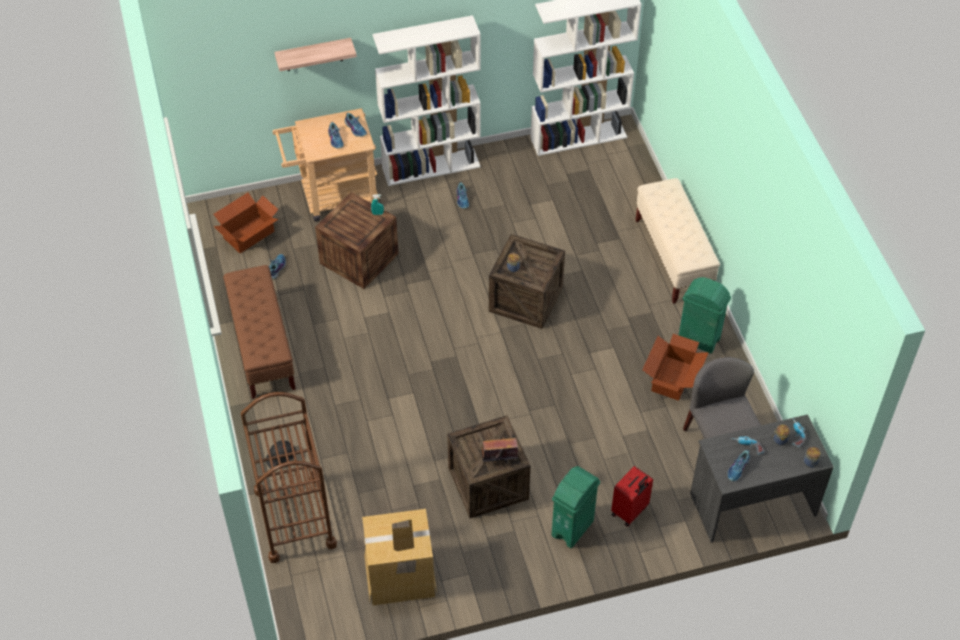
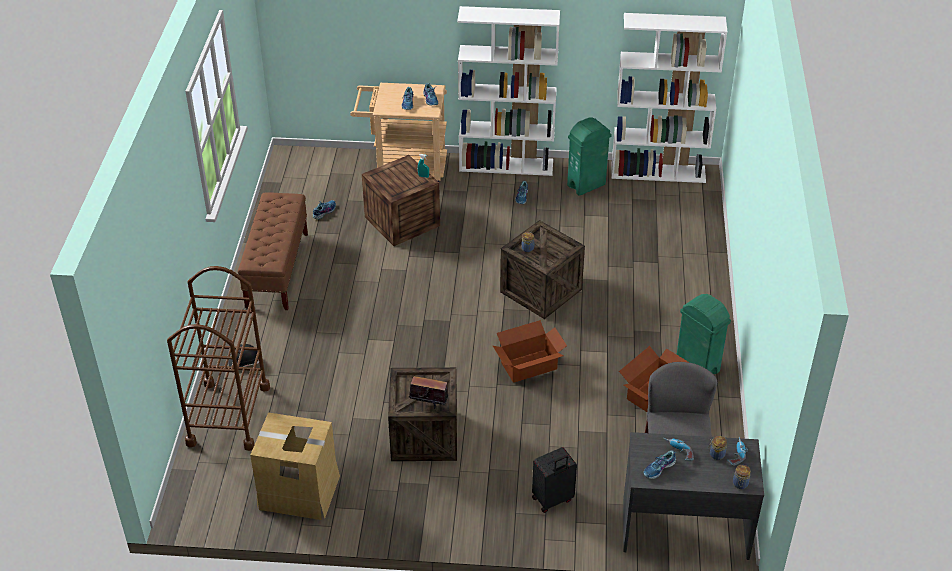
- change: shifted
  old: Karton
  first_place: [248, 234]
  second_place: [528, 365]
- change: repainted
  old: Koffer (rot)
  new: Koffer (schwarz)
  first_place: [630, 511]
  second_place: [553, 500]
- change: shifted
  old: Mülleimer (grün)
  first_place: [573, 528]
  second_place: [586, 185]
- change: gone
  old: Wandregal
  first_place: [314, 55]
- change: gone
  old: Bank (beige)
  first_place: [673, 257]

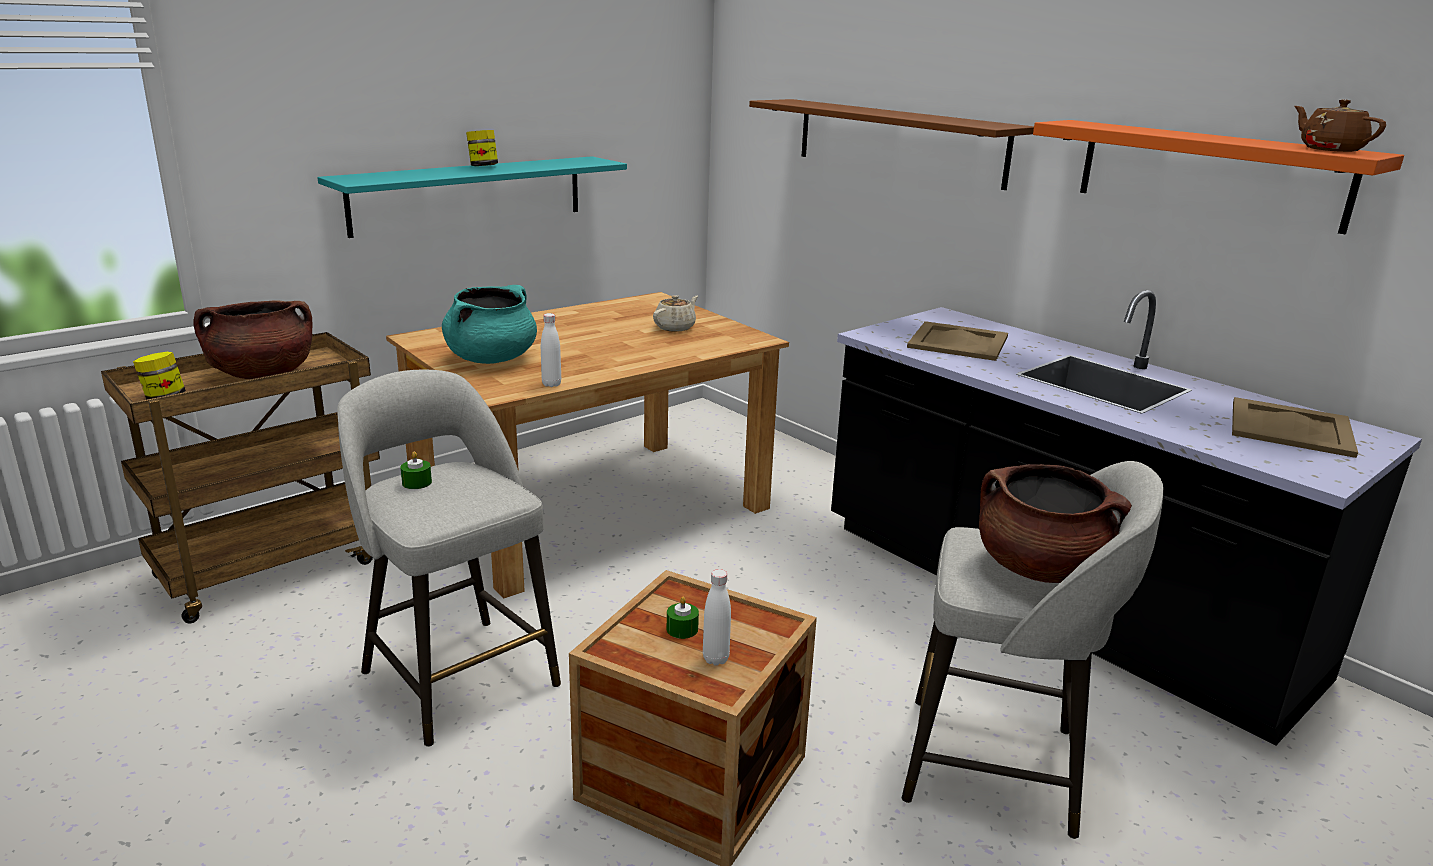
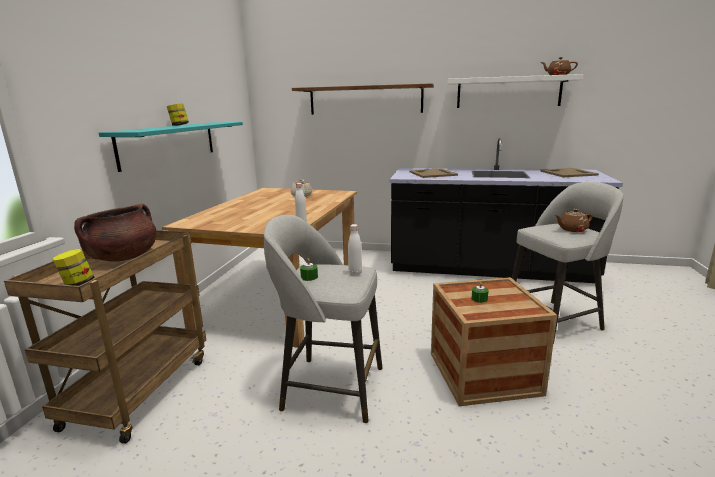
- change: shifted
  old: Flasche (weiß)
  first_place: [715, 659]
  second_place: [355, 273]
- change: repainted
  old: Wandregal (orange)
  new: Wandregal (weiß)
  first_place: [1209, 173]
  second_place: [508, 92]
- change: swapped
  old: Kochtopf (braun)
  new: Teekanne (braun)
  first_place: [1042, 569]
  second_place: [572, 229]
- change: gone
  old: Kochtopf (türkis)
  first_place: [491, 359]

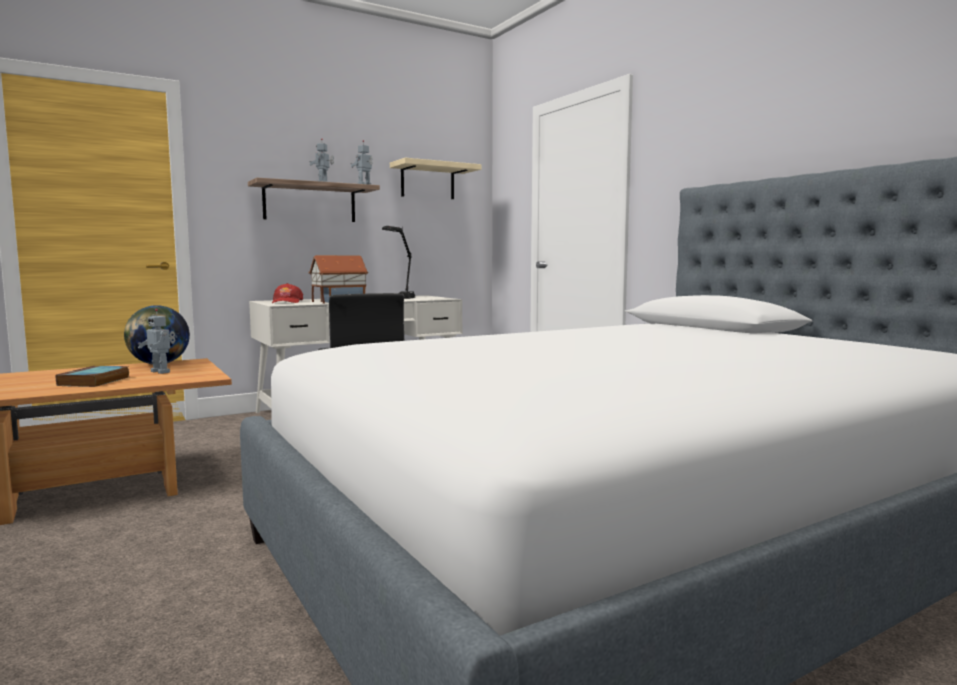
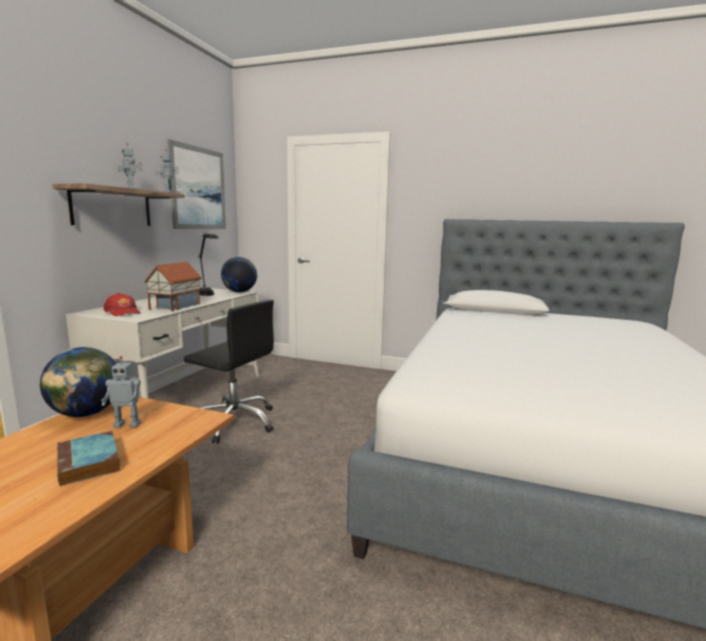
- change: swapped
  old: Wandregal (beige)
  new: Bild
  first_place: [427, 181]
  second_place: [198, 188]
- change: new
  new: Globus
  second_place: [239, 292]

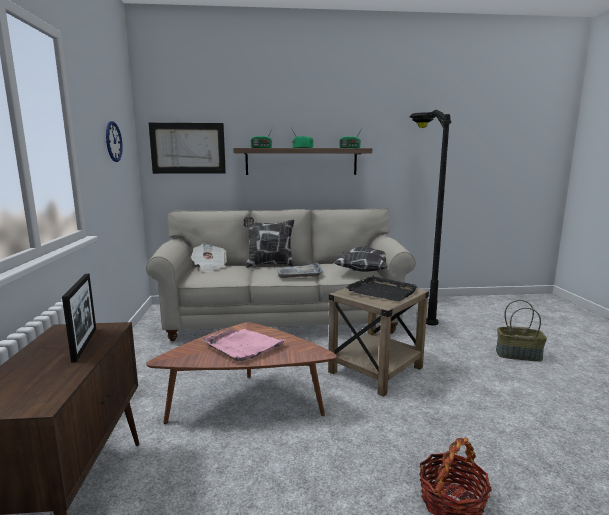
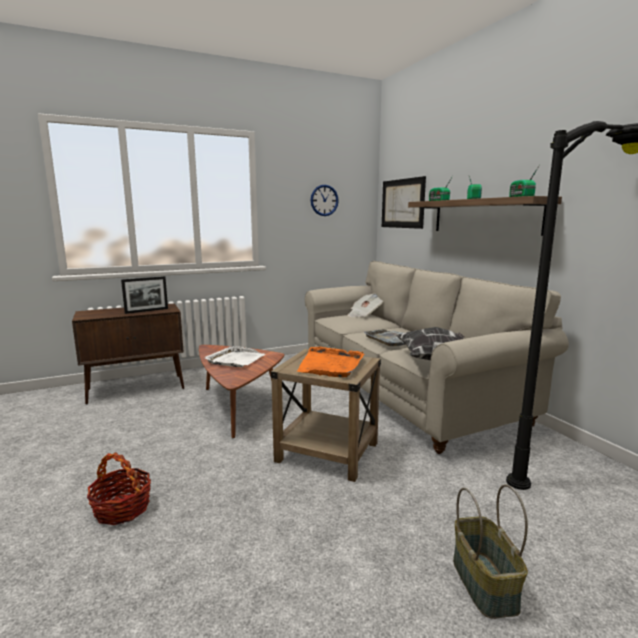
- change: repainted
  old: Tablett (rosa)
  new: Tablett (weiß)
  first_place: [243, 346]
  second_place: [235, 359]
- change: repainted
  old: Tablett (schwarz)
  new: Tablett (orange)
  first_place: [382, 291]
  second_place: [330, 365]
- change: gone
  old: Kissen
  first_place: [269, 265]

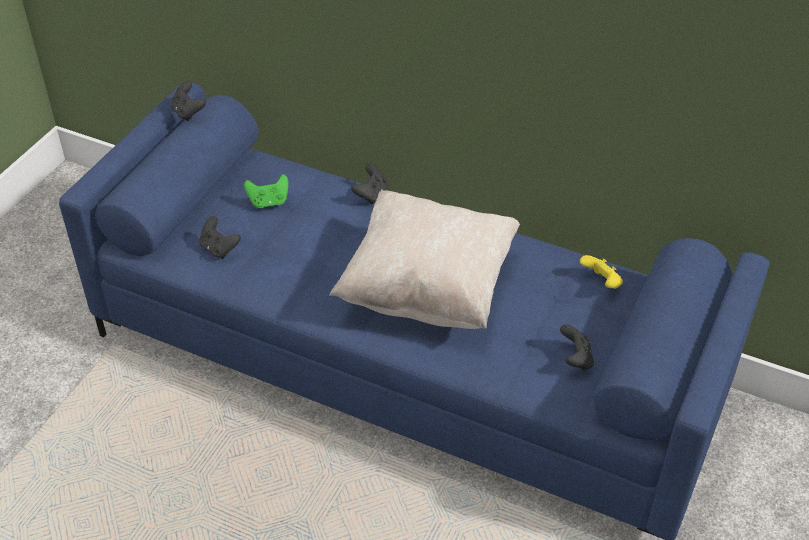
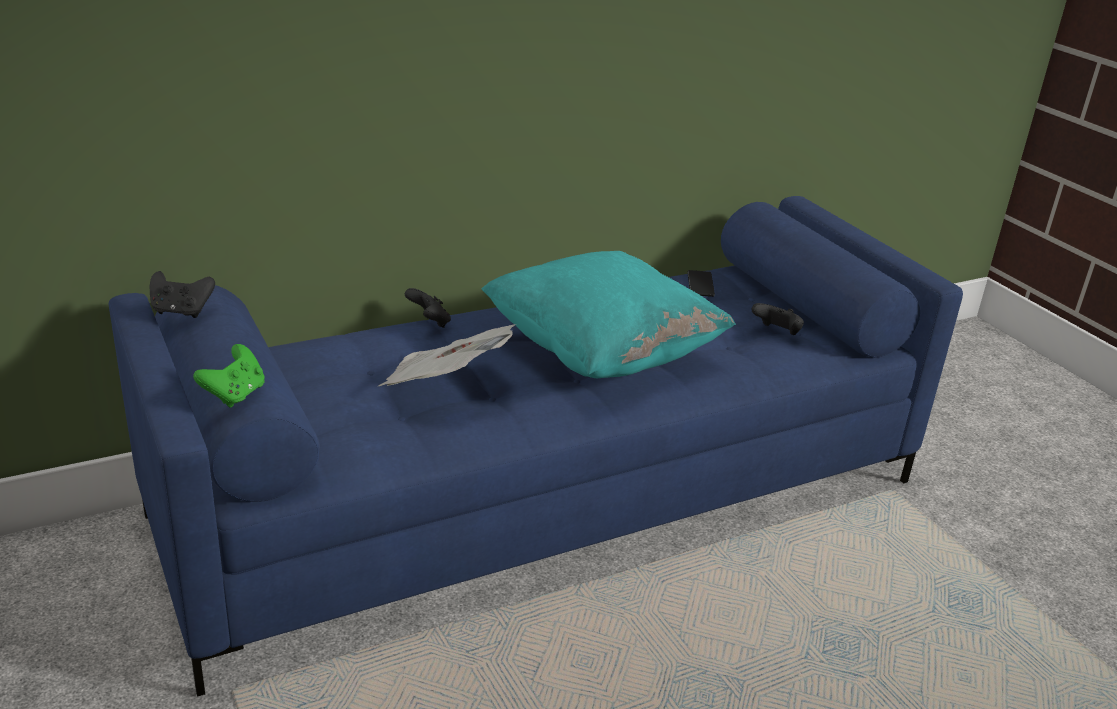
- change: shifted
  old: Gamepad (grün)
  first_place: [269, 202]
  second_place: [235, 395]
- change: new
  new: Zeitung
  second_place: [445, 386]
- change: repainted
  old: Kissen (beige)
  new: Kissen (türkis)
  first_place: [428, 289]
  second_place: [601, 354]
- change: swapped
  old: Gamepad (gelb)
  new: Handy
  first_place: [601, 283]
  second_place: [700, 284]
- change: gone
  old: Gamepad (schwarz)
  first_place: [219, 249]

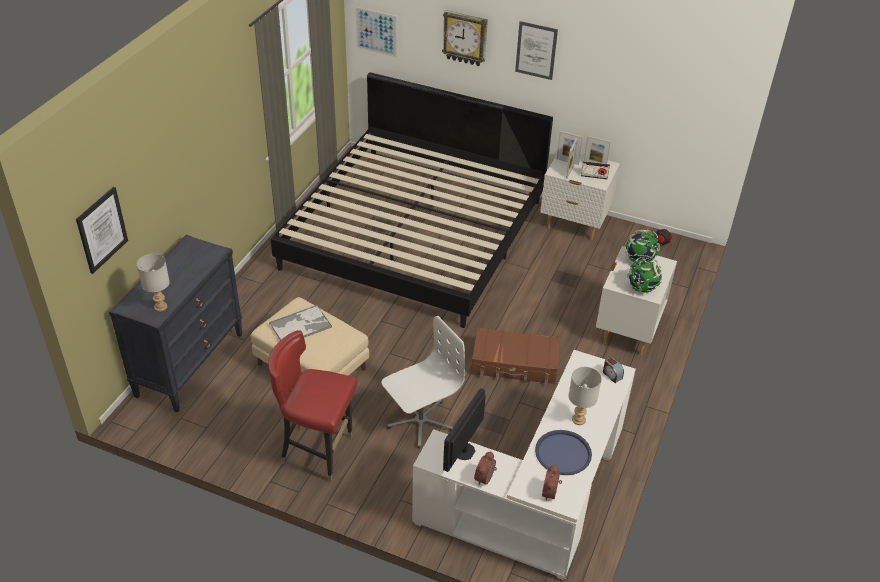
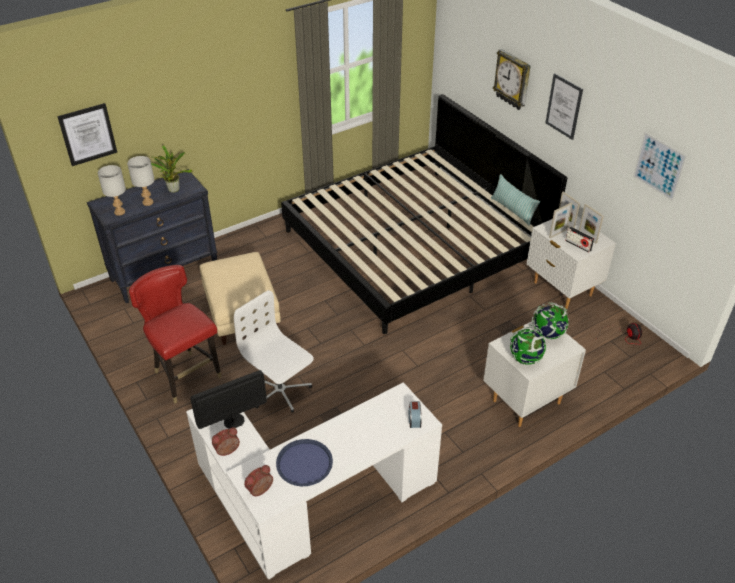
- change: shifted
  old: Tischlampe (grau)
  first_place: [578, 419]
  second_place: [148, 202]
- change: new
  new: Topfpflanze
  second_place: [174, 189]
- change: rotated
  old: Bürostuhl (weiß)
  first_place: [420, 421]
  second_place: [280, 391]
  degrees: -135
- change: new
  new: Kissen
  second_place: [512, 210]
- change: shifted
  old: Bild
  first_place: [376, 32]
  second_place: [659, 166]
- change: gone
  old: Tablett
  first_place: [301, 325]
- change: gone
  old: Koffer (braun)
  first_place: [515, 364]

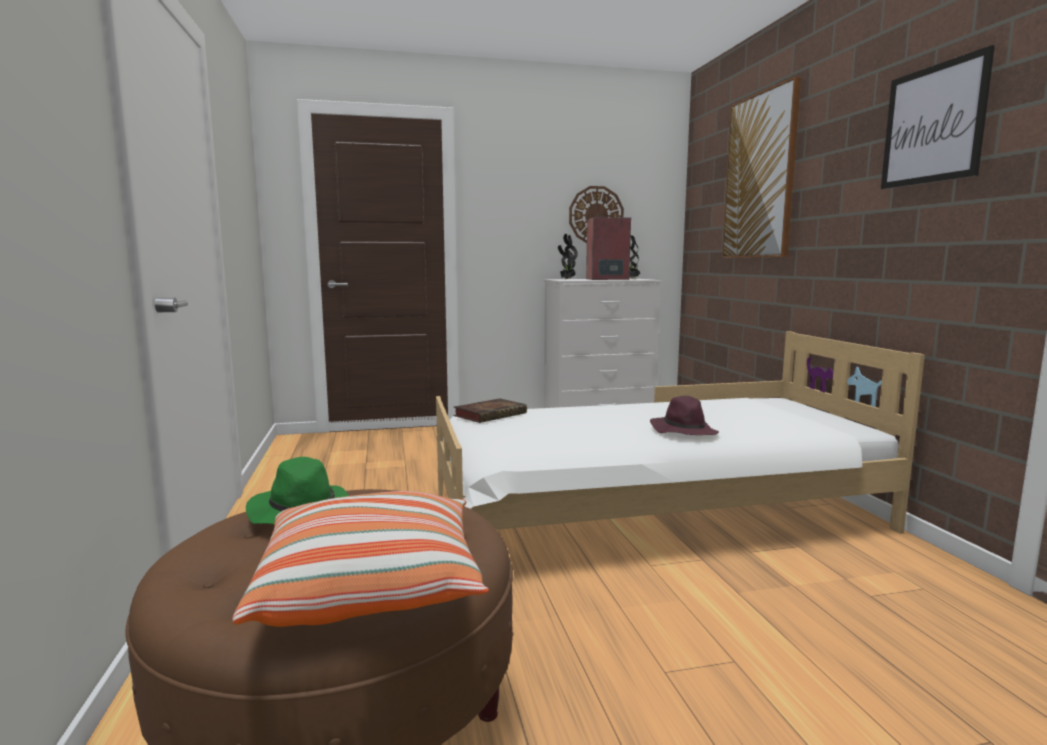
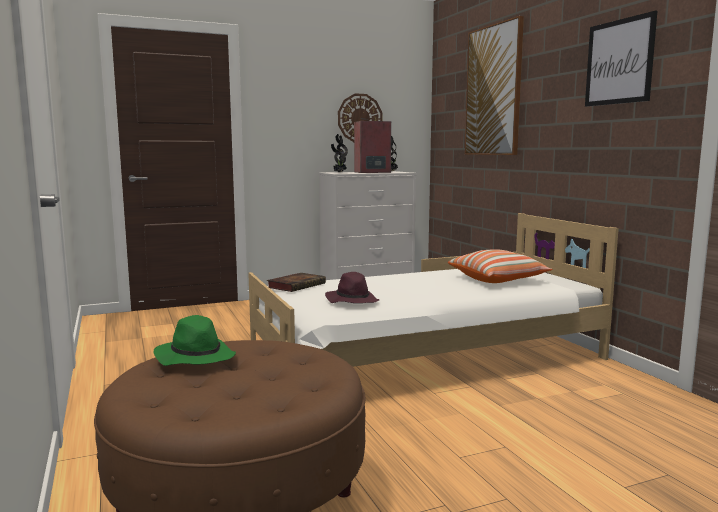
- change: shifted
  old: Hut (lila)
  first_place: [683, 431]
  second_place: [352, 301]
- change: shifted
  old: Kissen
  first_place: [372, 587]
  second_place: [498, 279]

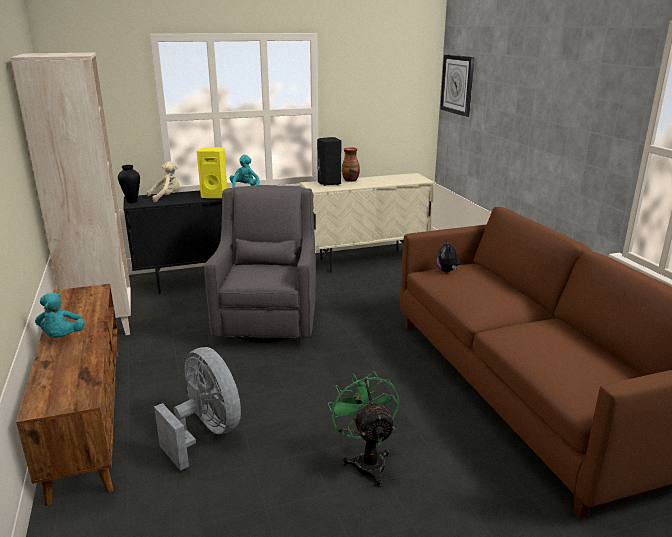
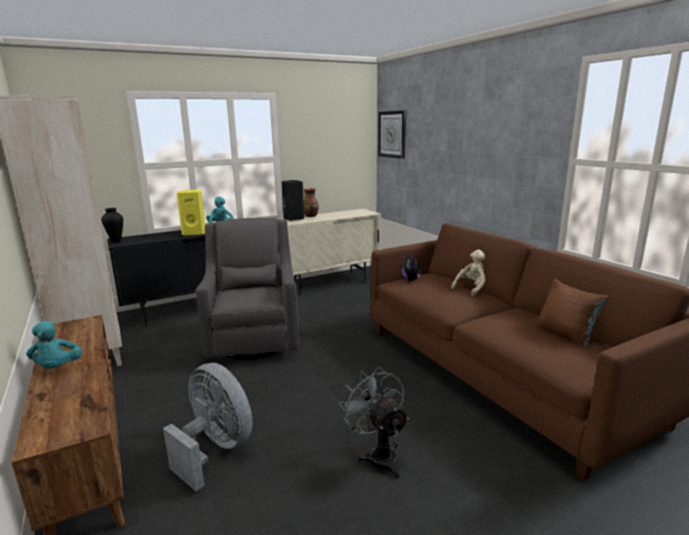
- change: repainted
  old: Ventilator (grün)
  new: Ventilator (grau)
  first_place: [367, 461]
  second_place: [378, 455]
- change: shifted
  old: Plüschtier (beige)
  first_place: [166, 197]
  second_place: [471, 288]
- change: new
  new: Kissen (braun)
  second_place: [566, 333]

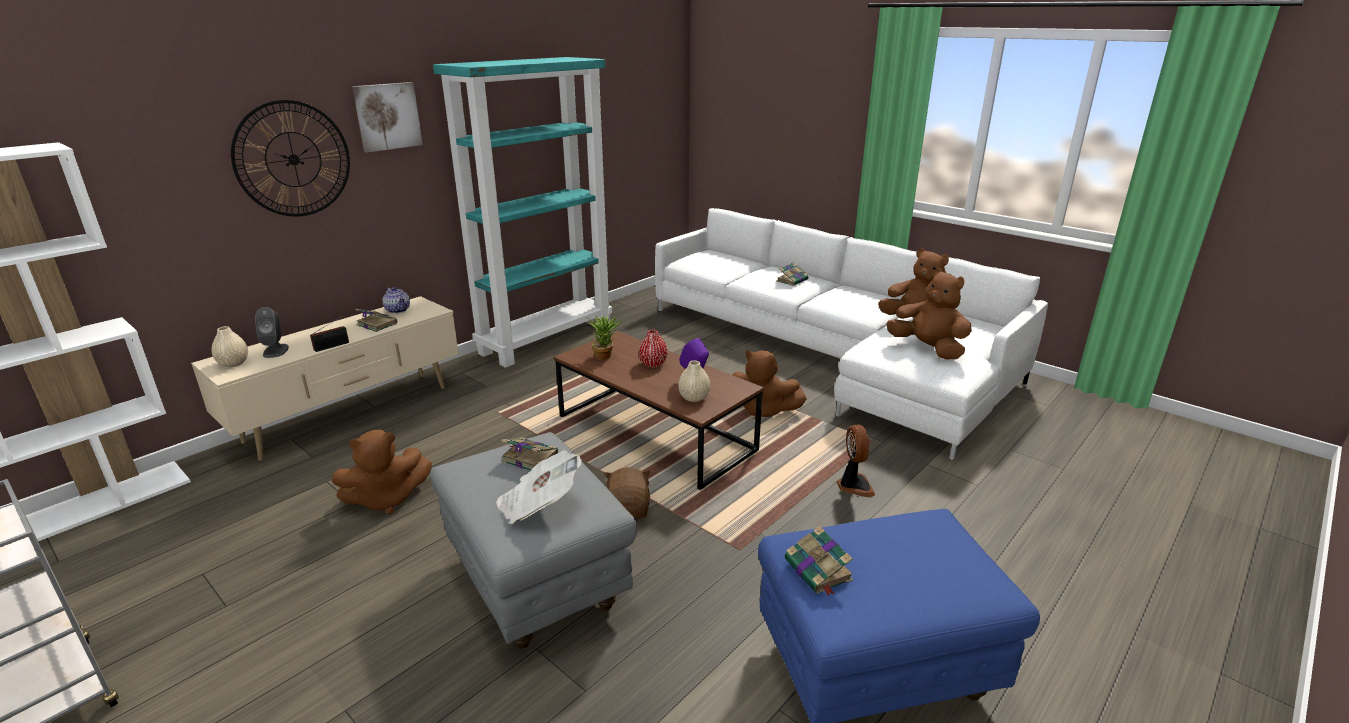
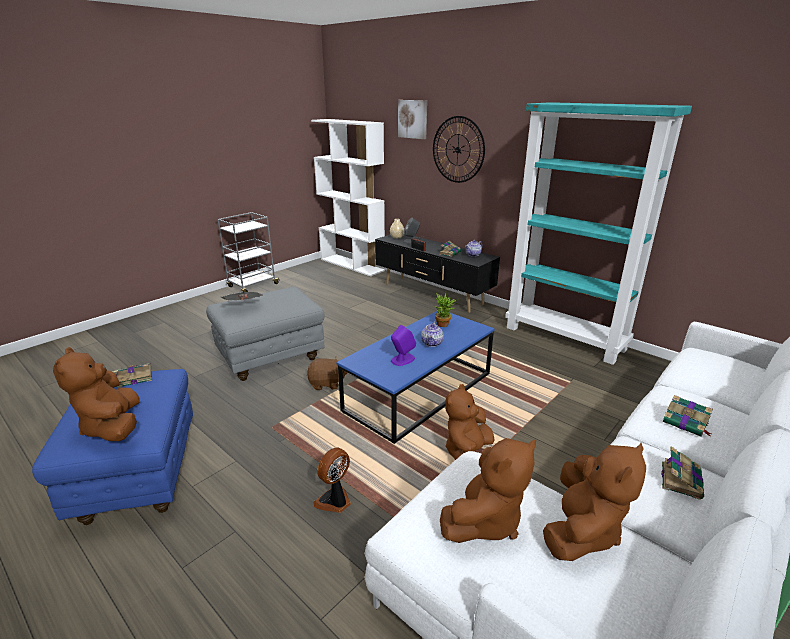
- change: shifted
  old: Plüschtier (braun)
  first_place: [386, 499]
  second_place: [113, 427]
- change: rotated
  old: Ventilator
  first_place: [854, 486]
  second_place: [335, 501]
  degrees: 135
- change: repainted
  old: Couchtisch (braun)
  new: Couchtisch (blau)
  first_place: [655, 434]
  second_place: [419, 392]
- change: repainted
  old: Fernsehschrank (beige)
  new: Fernsehschrank (schwarz)
  first_place: [351, 414]
  second_place: [432, 294]
- change: shifted
  old: Bild
  first_place: [387, 116]
  second_place: [413, 119]
- change: swapped
  old: Vase (rot)
  new: Teekanne
  first_place: [653, 364]
  second_place: [432, 343]
- change: shifted
  old: Buch
  first_place: [529, 458]
  second_place: [681, 479]
- change: gone
  old: Vase (beige)
  first_place: [694, 398]

